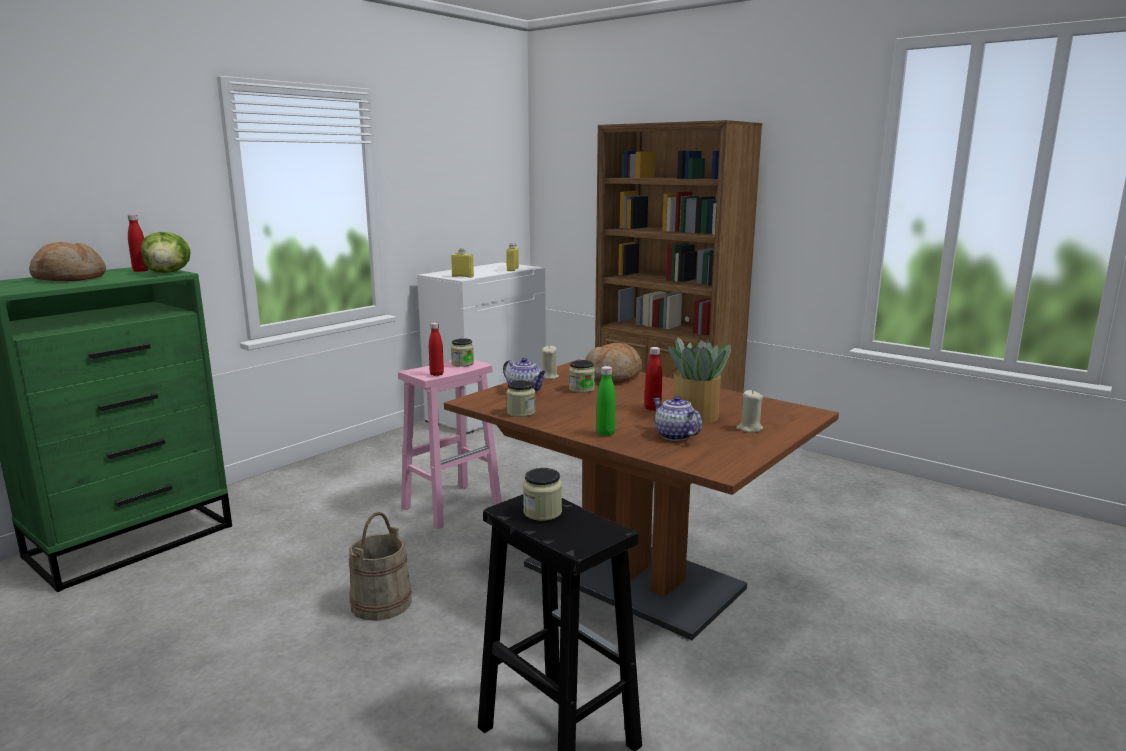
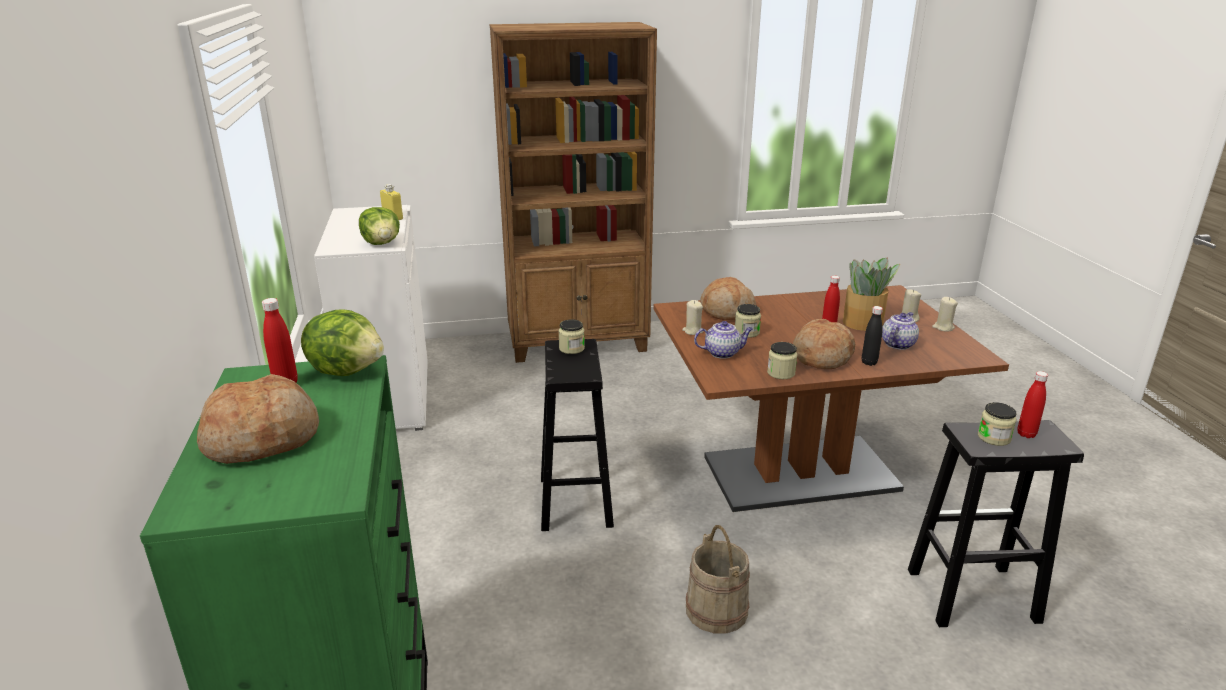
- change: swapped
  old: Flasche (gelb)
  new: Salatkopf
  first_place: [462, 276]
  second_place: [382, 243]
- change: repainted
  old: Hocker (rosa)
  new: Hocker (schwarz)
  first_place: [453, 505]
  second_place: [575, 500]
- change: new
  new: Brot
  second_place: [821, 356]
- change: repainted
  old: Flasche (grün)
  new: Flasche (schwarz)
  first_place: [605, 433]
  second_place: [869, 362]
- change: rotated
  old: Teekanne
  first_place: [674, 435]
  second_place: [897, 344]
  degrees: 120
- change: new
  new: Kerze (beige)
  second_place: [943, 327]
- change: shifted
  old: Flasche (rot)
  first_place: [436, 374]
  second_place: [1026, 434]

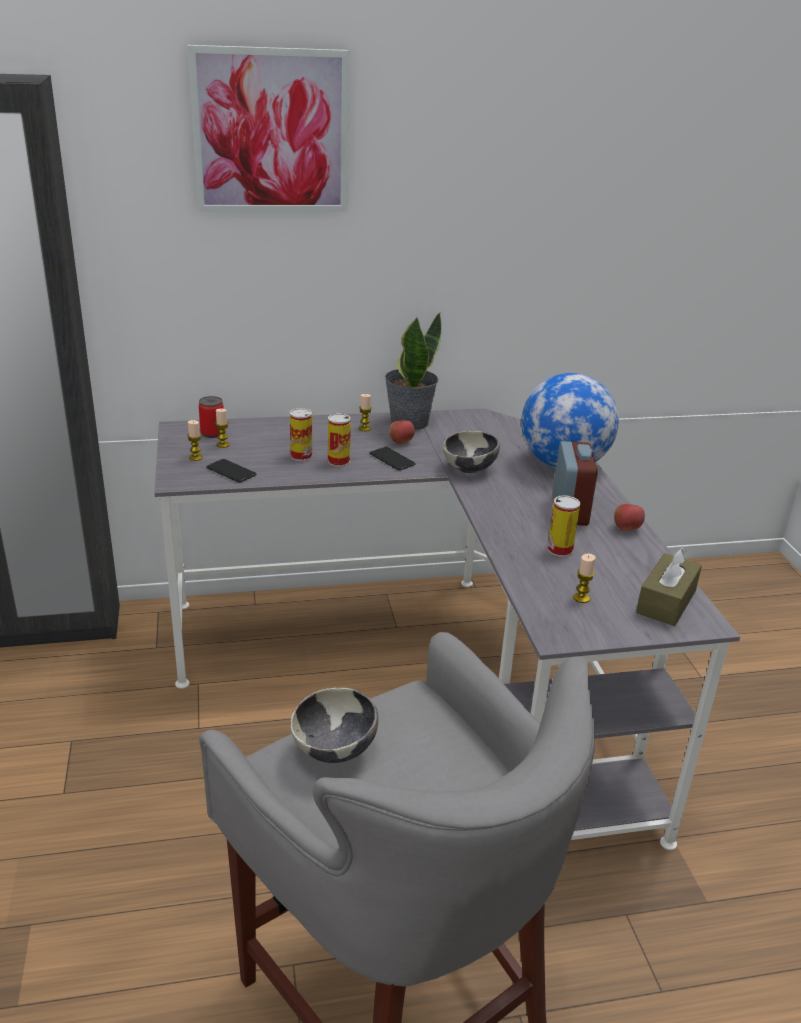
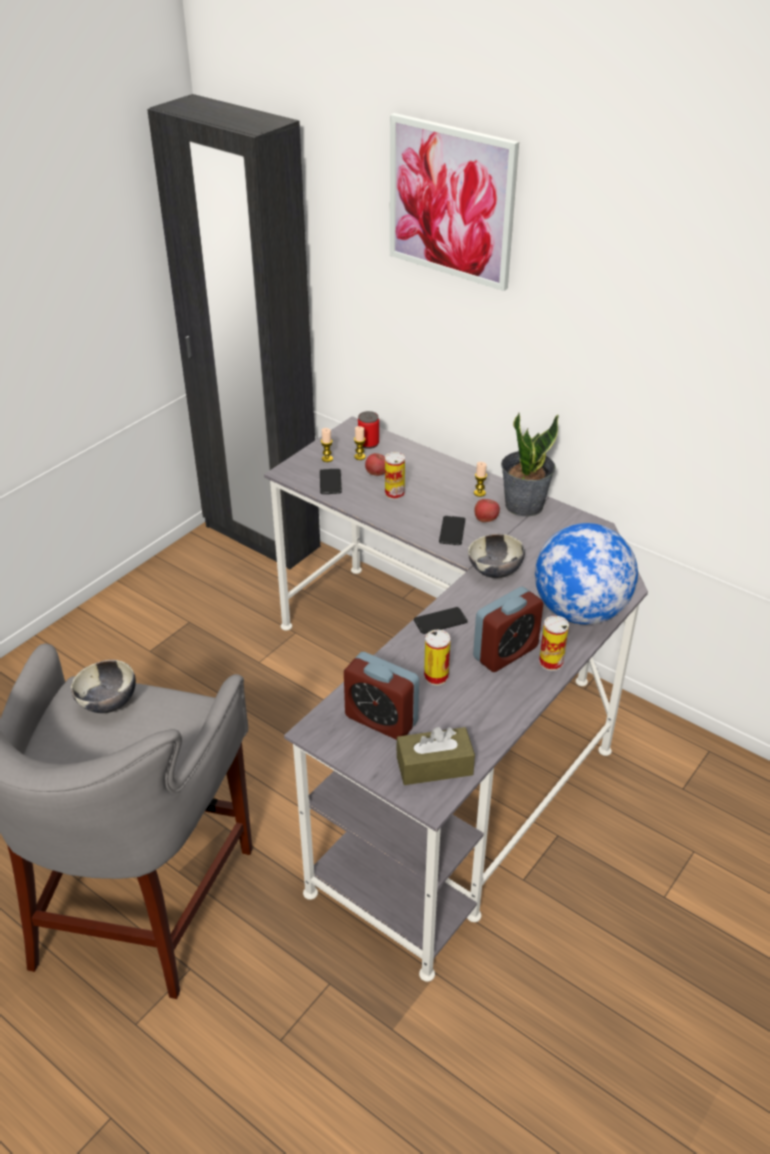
- change: swapped
  old: Kerze
  new: Wecker
  first_place: [581, 598]
  second_place: [381, 720]
- change: shifted
  old: Apfel
  first_place: [626, 528]
  second_place: [377, 474]
- change: new
  new: Handy
  second_place: [440, 621]
- change: shifted
  old: Dose
  first_place: [338, 461]
  second_place: [551, 662]

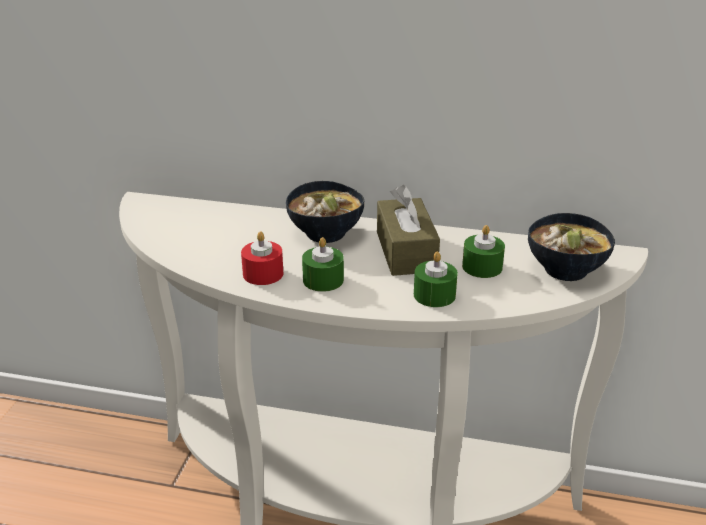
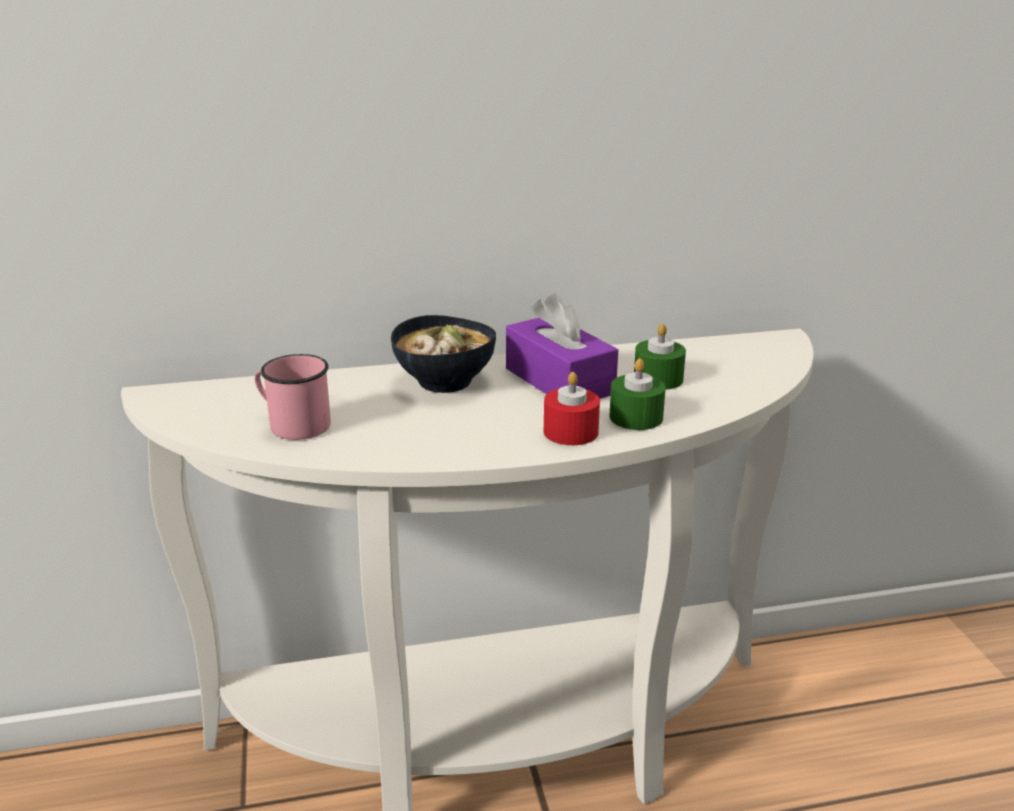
- change: new
  new: Henkelbecher (rosa)
  second_place: [292, 424]
- change: repainted
  old: Taschentuchbox (braun)
  new: Taschentuchbox (lila)
  first_place: [406, 251]
  second_place: [559, 381]
- change: shifted
  old: Kerze (rot)
  first_place: [263, 274]
  second_place: [570, 432]
- change: gone
  old: Kerze (grün)
  first_place: [323, 280]
- change: gone
  old: Schüssel
  first_place: [564, 270]

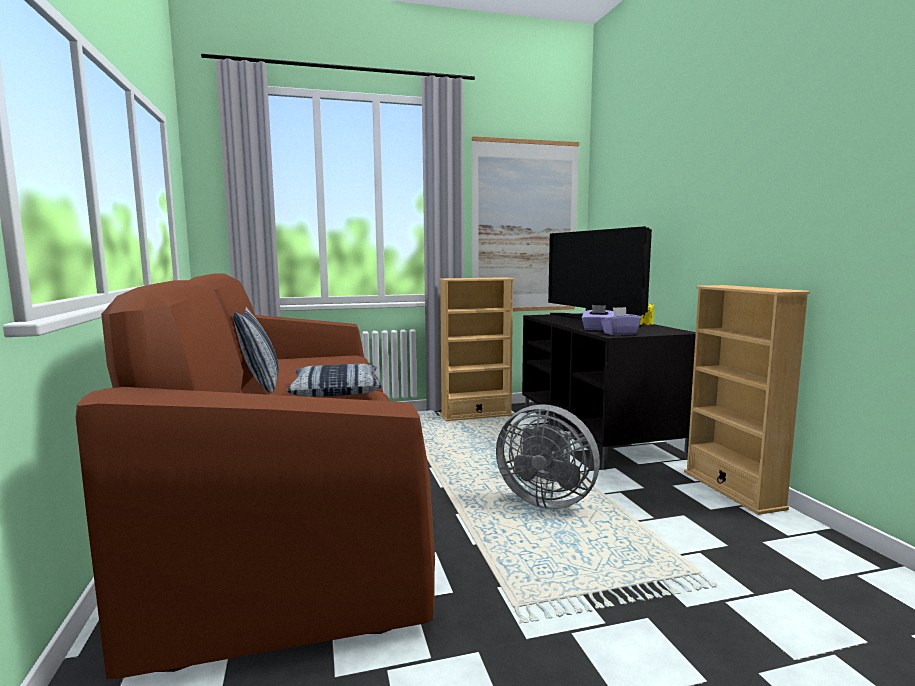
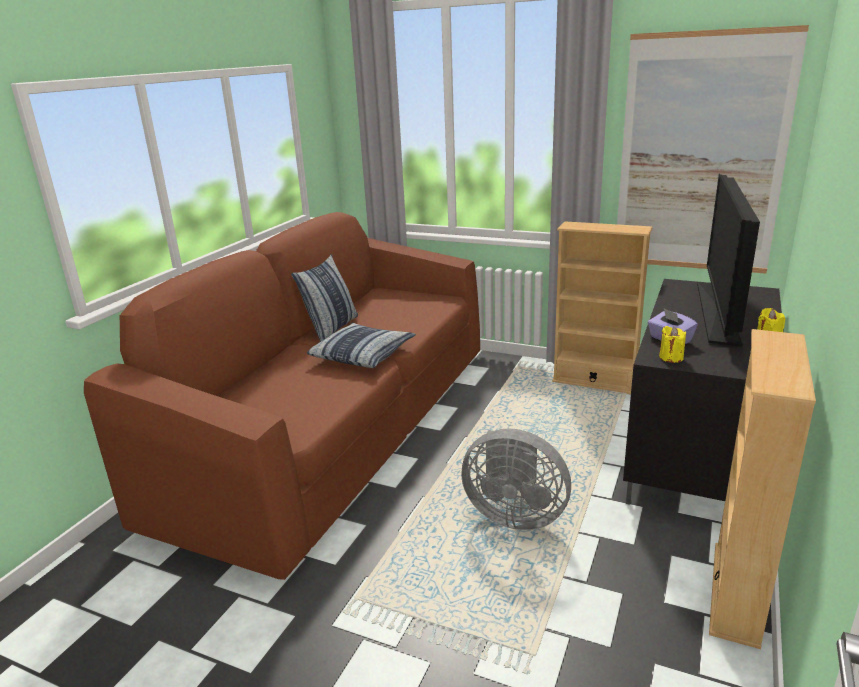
- change: rotated
  old: Ventilator (grau)
  first_place: [545, 499]
  second_place: [514, 514]
  degrees: -45
- change: swapped
  old: Taschentuchbox (lila)
  new: Kerze (gelb)
  first_place: [619, 334]
  second_place: [671, 357]

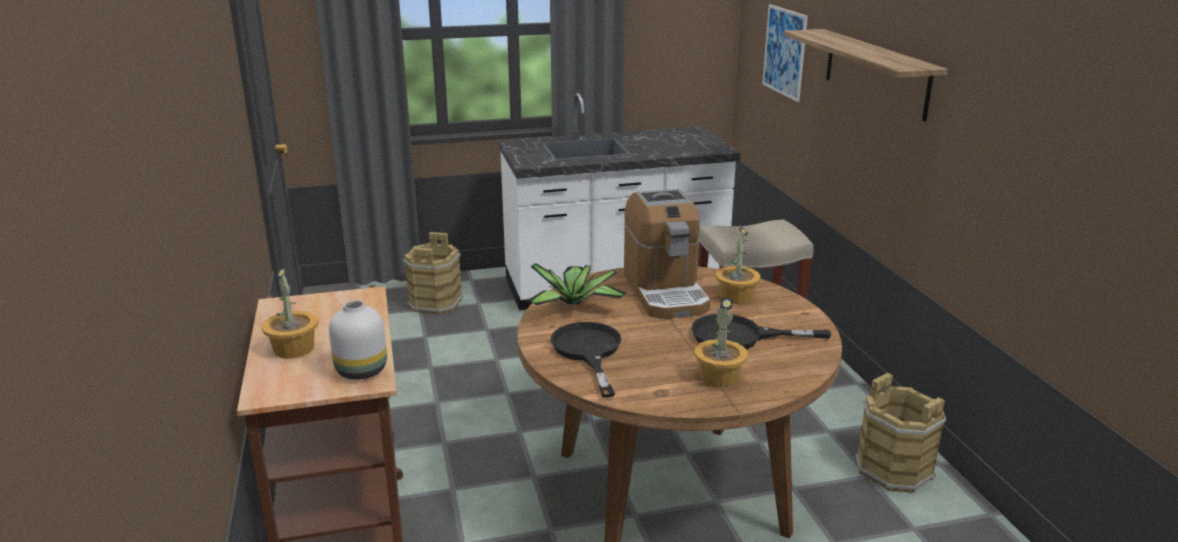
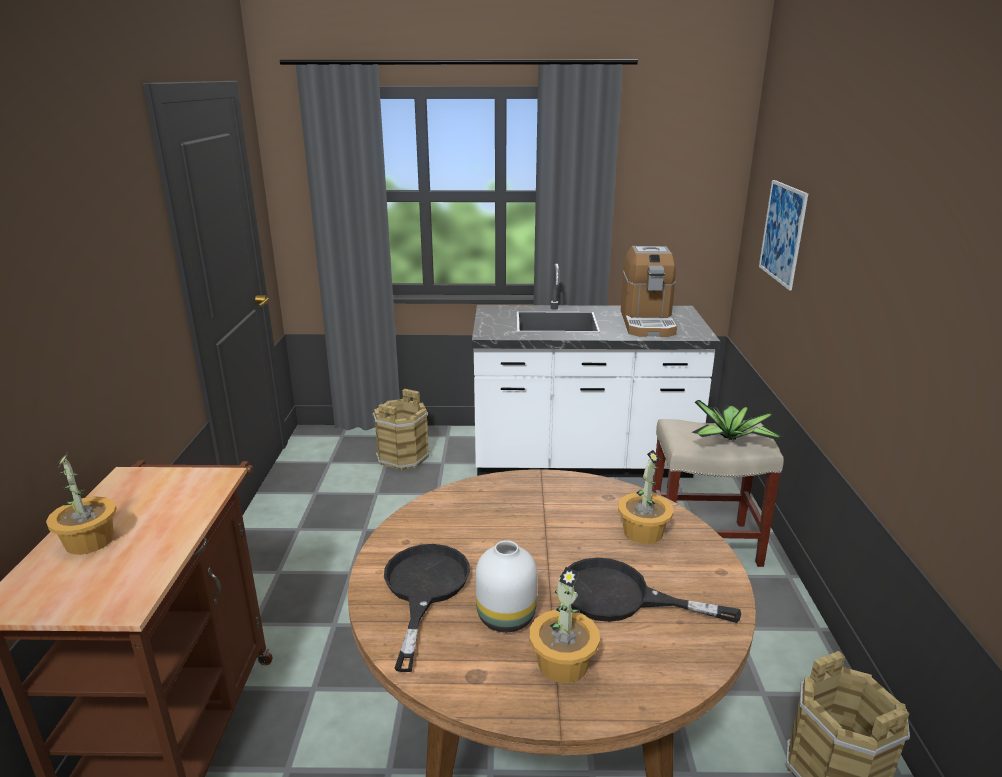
- change: shifted
  old: Vase (weiß)
  first_place: [361, 372]
  second_place: [505, 618]
- change: shifted
  old: Kaffeemaschine
  first_place: [665, 292]
  second_place: [647, 322]
- change: shifted
  old: Topfpflanze
  first_place: [575, 305]
  second_place: [731, 440]
- change: gone
  old: Wandregal
  first_place: [875, 72]

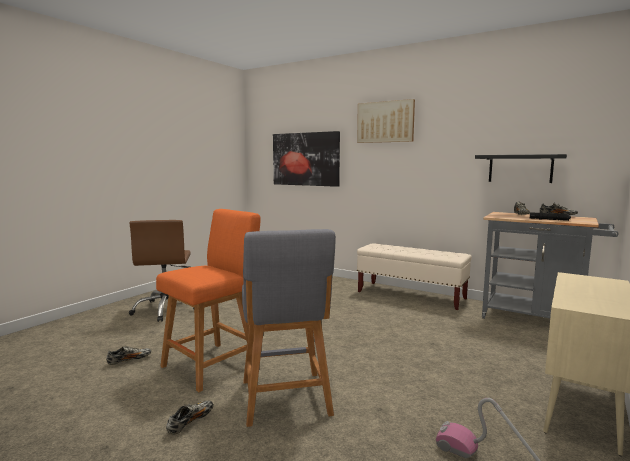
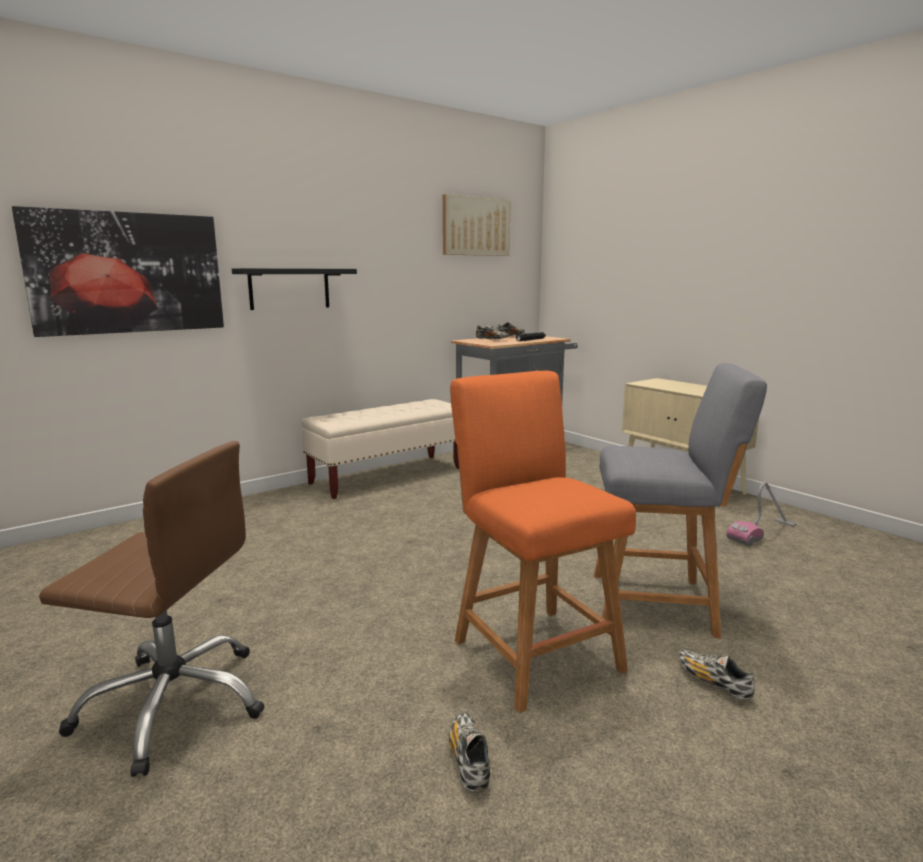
- change: shifted
  old: Wandregal (schwarz)
  first_place: [520, 168]
  second_place: [289, 288]
- change: shifted
  old: Bild
  first_place: [385, 122]
  second_place: [475, 226]

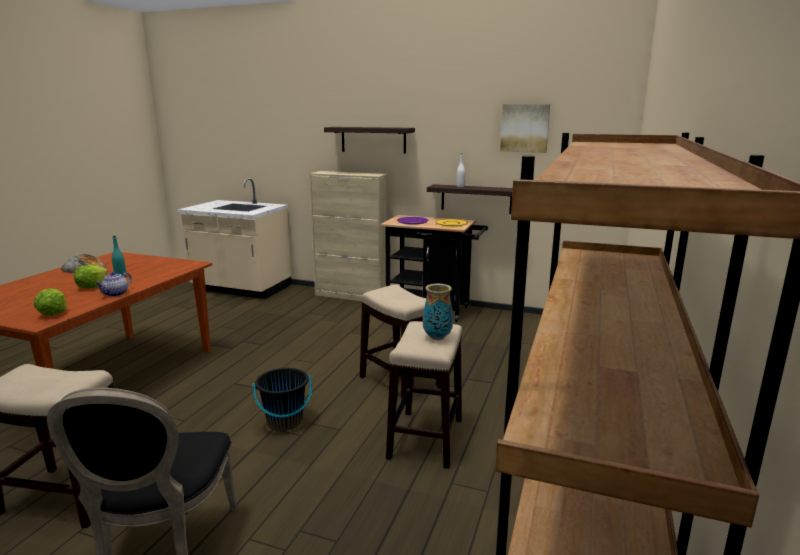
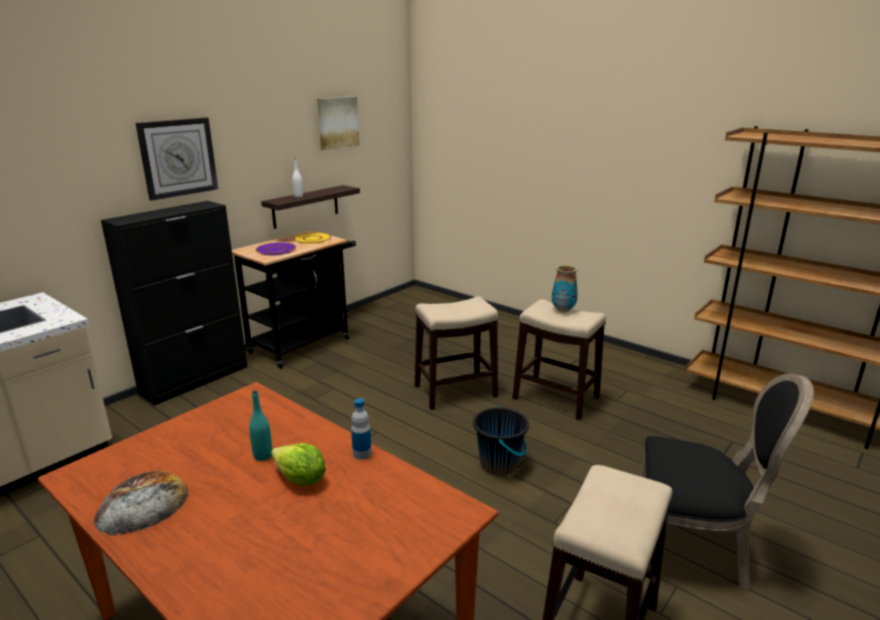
- change: repainted
  old: Schrank (beige)
  new: Schrank (schwarz)
  first_place: [352, 296]
  second_place: [195, 380]
- change: swapped
  old: Wandregal
  new: Wanduhr
  first_place: [373, 139]
  second_place: [178, 157]
- change: swapped
  old: Teekanne
  new: Flasche
  first_place: [115, 294]
  second_place: [362, 454]
- change: gone
  old: Salatkopf
  first_place: [53, 313]

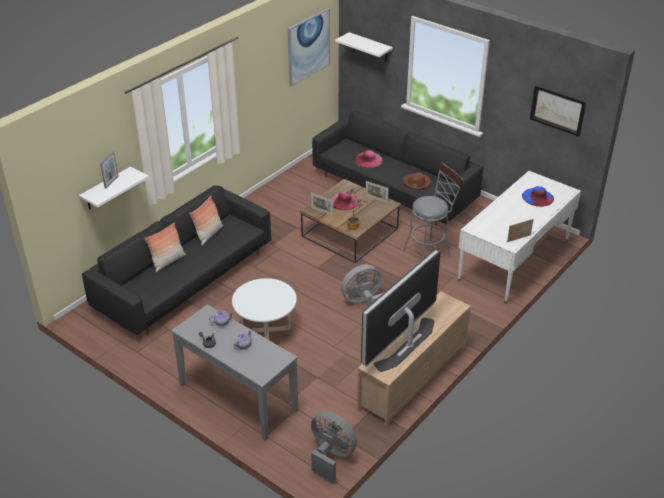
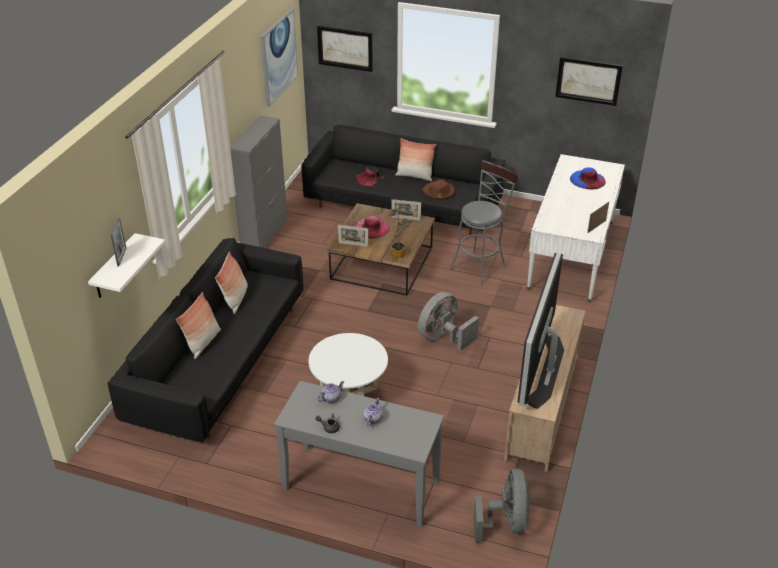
- change: new
  new: Schrank (grau)
  second_place: [264, 233]
- change: swapped
  old: Wandregal (weiß)
  new: Bild
  first_place: [370, 47]
  second_place: [345, 48]
- change: repainted
  old: Hut (rosa)
  new: Hut (schwarz)
  first_place: [368, 160]
  second_place: [371, 177]
- change: new
  new: Kissen
  second_place: [414, 176]
- change: rotated
  old: Ventilator (grau)
  first_place: [331, 456]
  second_place: [506, 523]
  degrees: 75

